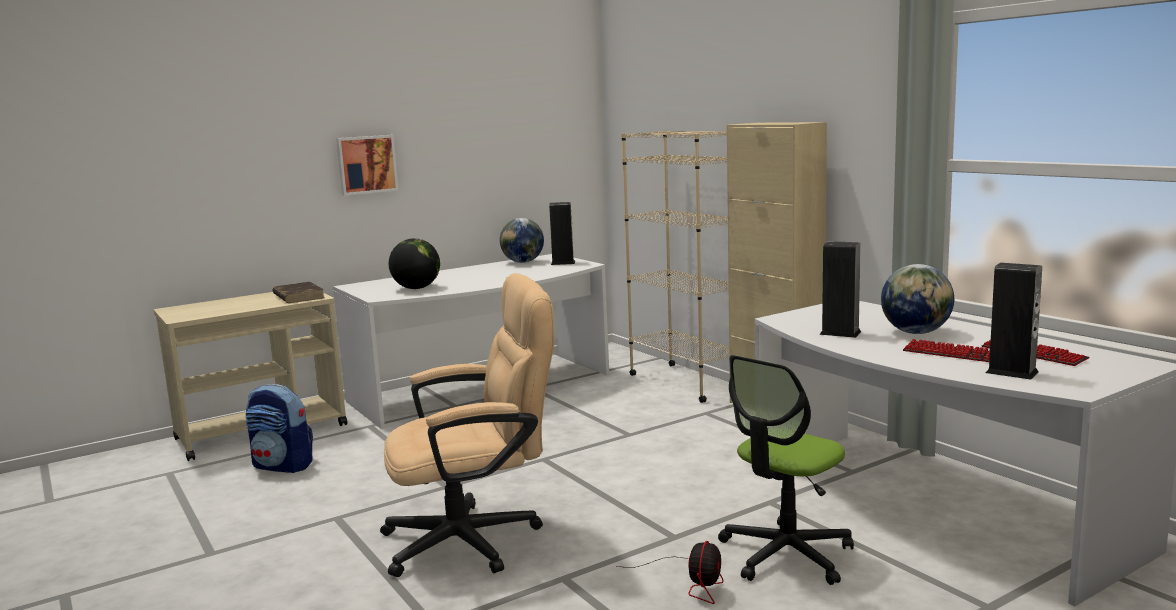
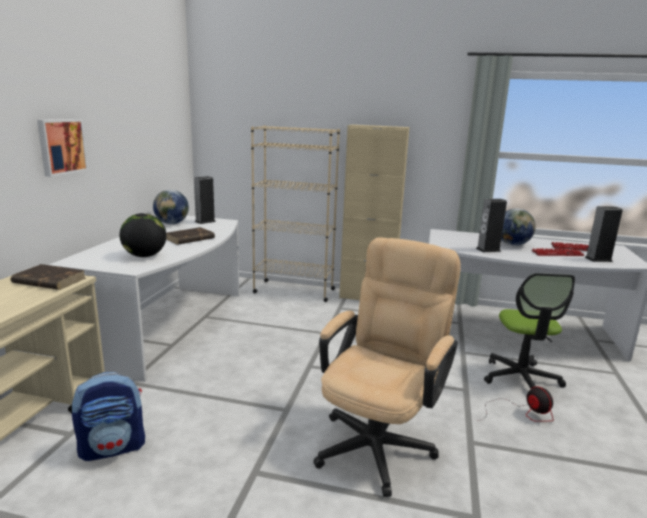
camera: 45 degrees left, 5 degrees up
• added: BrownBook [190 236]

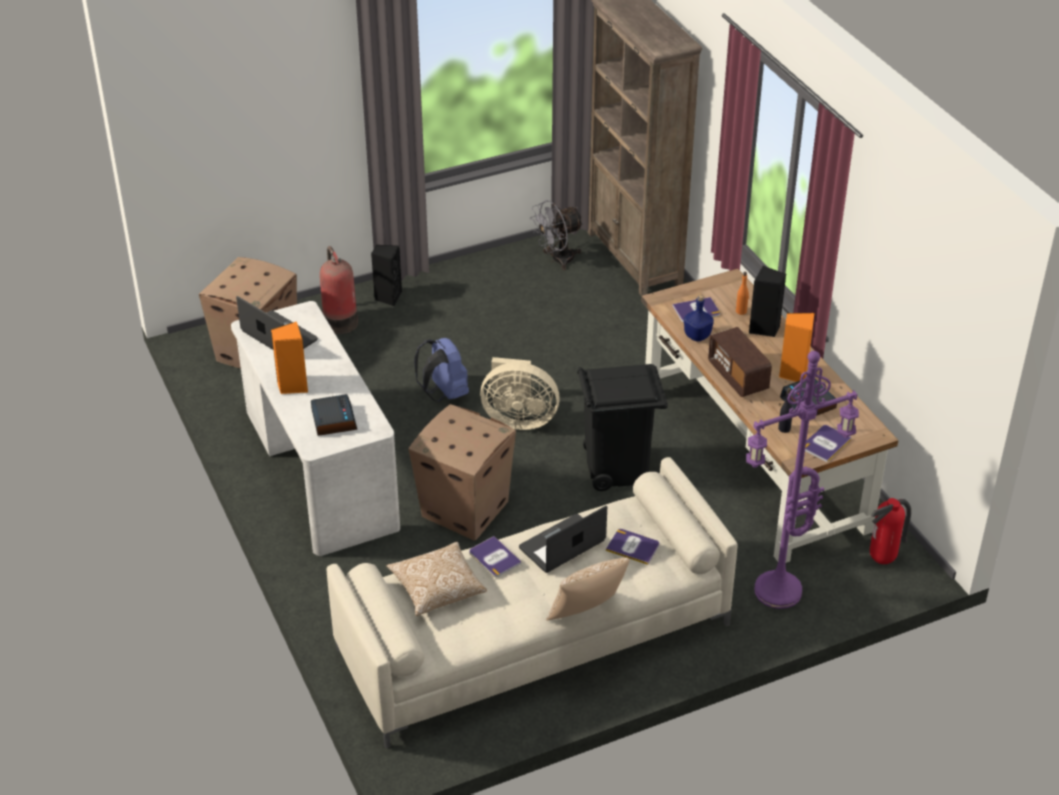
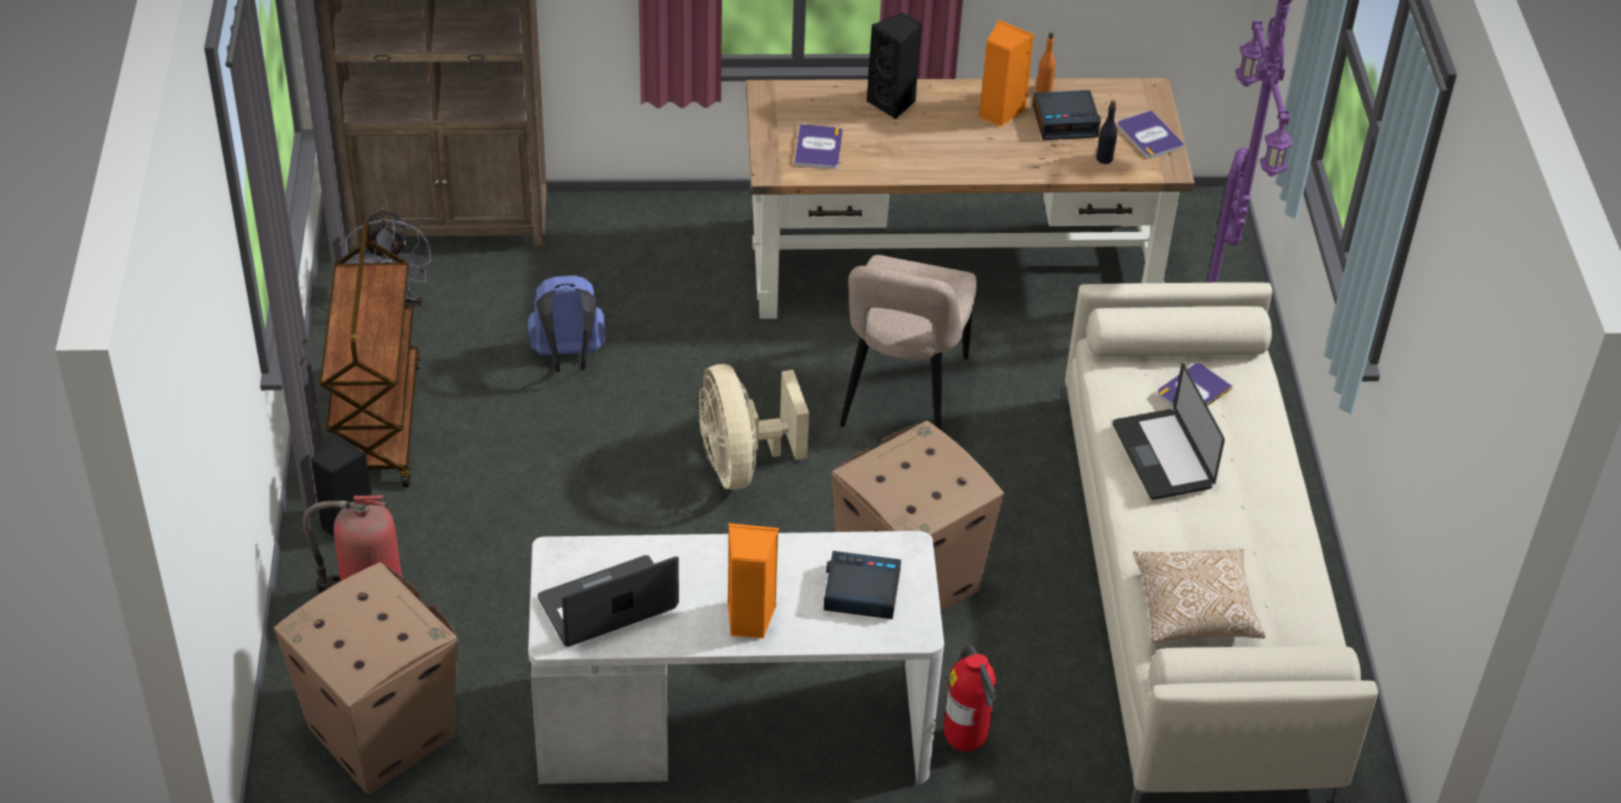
camera: 70 degrees left, 5 degrees up
• moved: OrangeBottle [742 293] to [1046 62]
• removed: BlueBottle [699 318]
• removed: Radio [740 362]
• moved: BlueBackpack [441 370] to [567 323]
• turned: BeigeFan [520 393] = [754 427] 135 degrees clockwise
• replaced: BlackTrashCan [622 427] to BeigeChair [908 342]
• moved: FireExtinguisher [890 531] to [970 698]
• removed: Book [496 556]
• removed: Pillow [588 589]
• added: BrownCart [370 354]

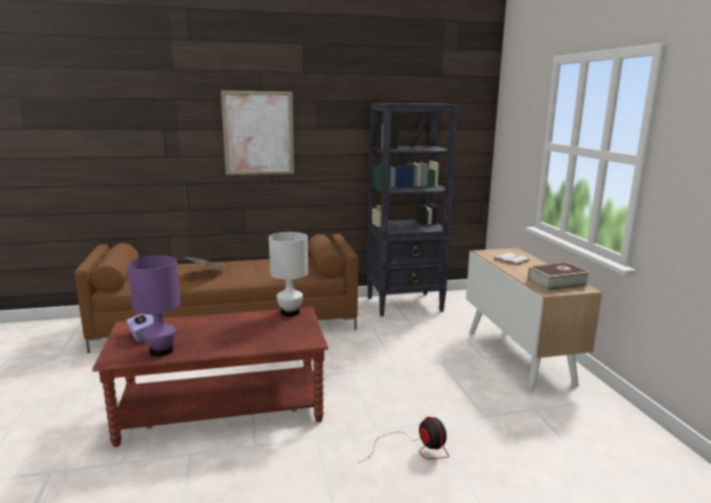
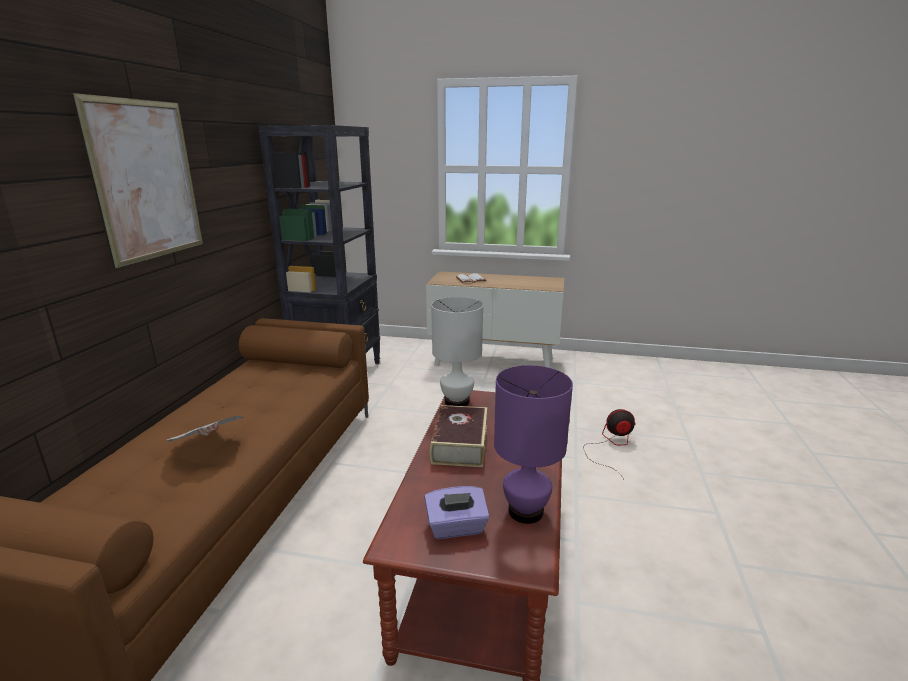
camera: 65 degrees left, 5 degrees up
• moved: Book [559 277] to [458 436]

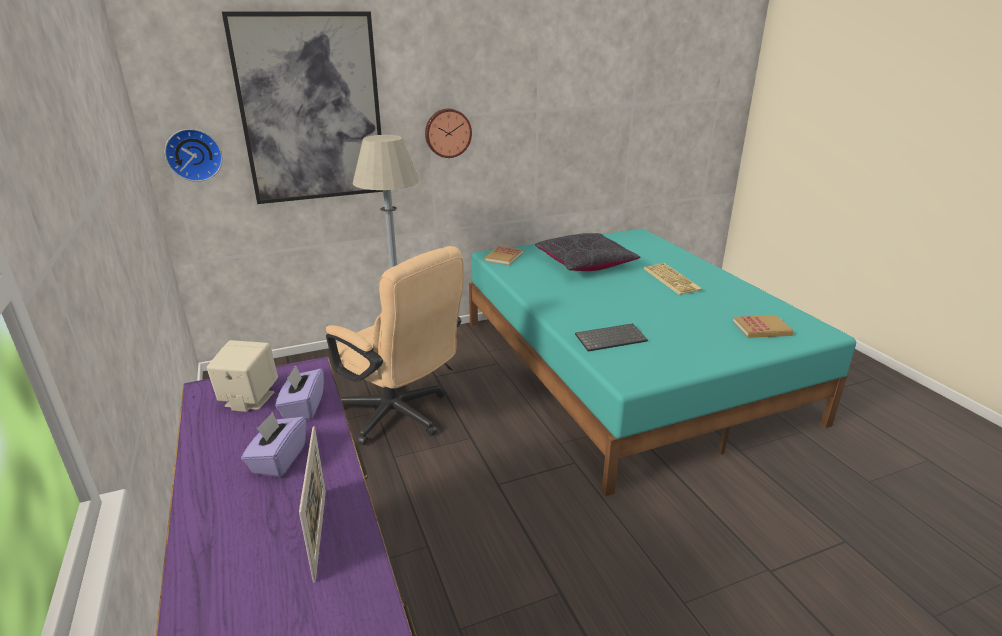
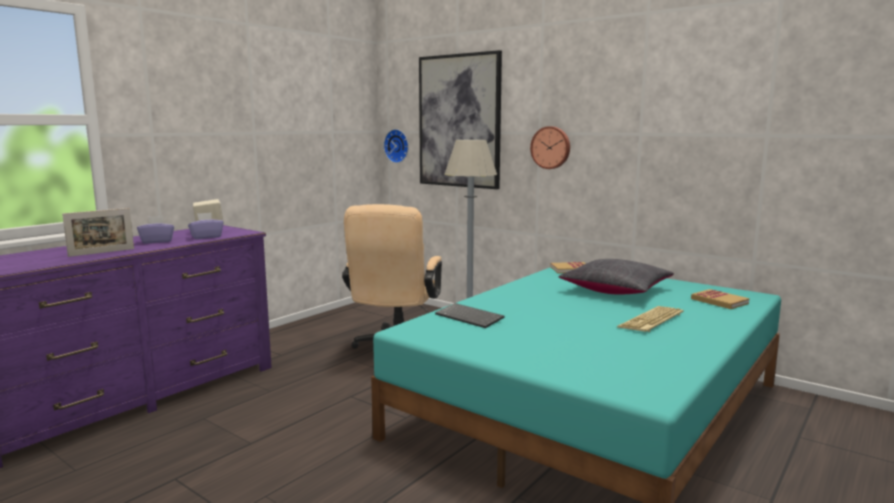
camera: 60 degrees right, 15 degrees down
• moved: Book [763 326] to [720 299]

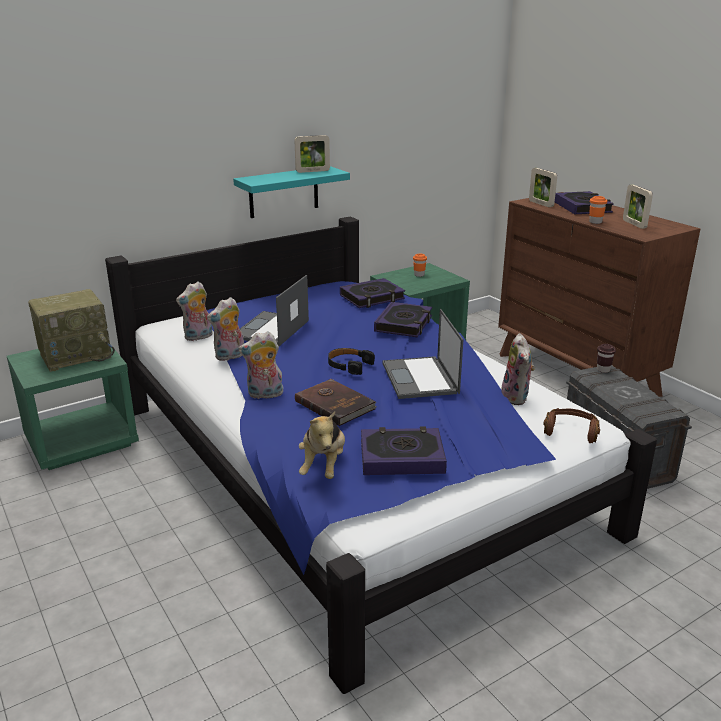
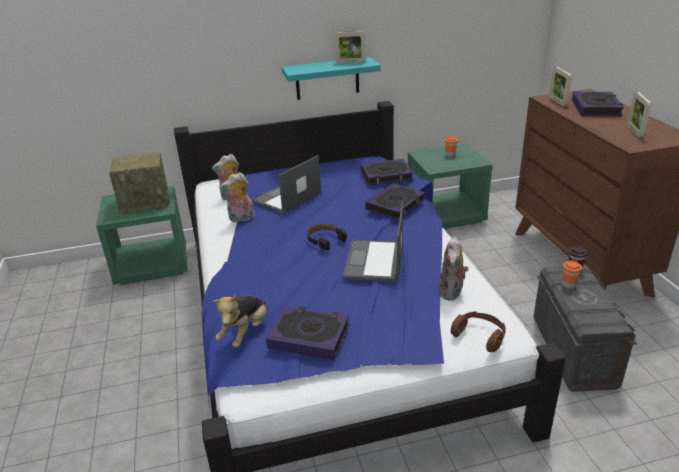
camera: 20 degrees right, 5 degrees up
• moved: OrangeCup [598 210] to [572 274]
• removed: PlushToy [260 365]
• removed: BrownBook [335 402]

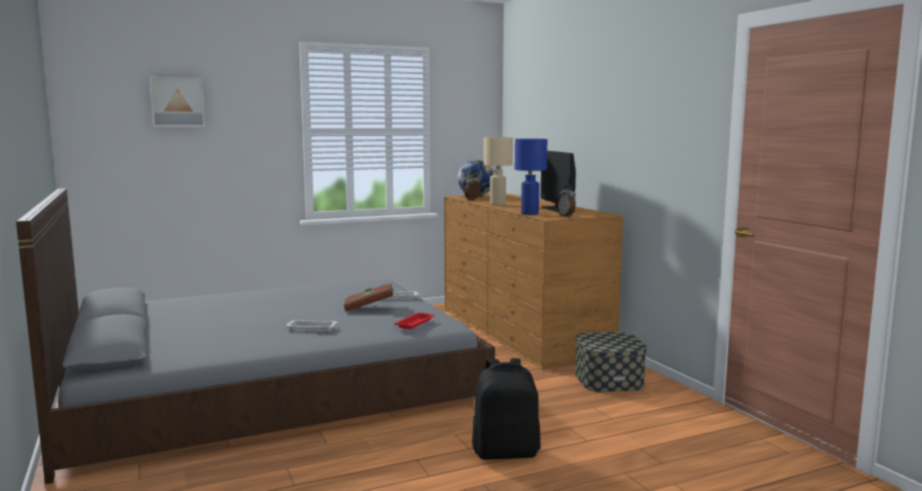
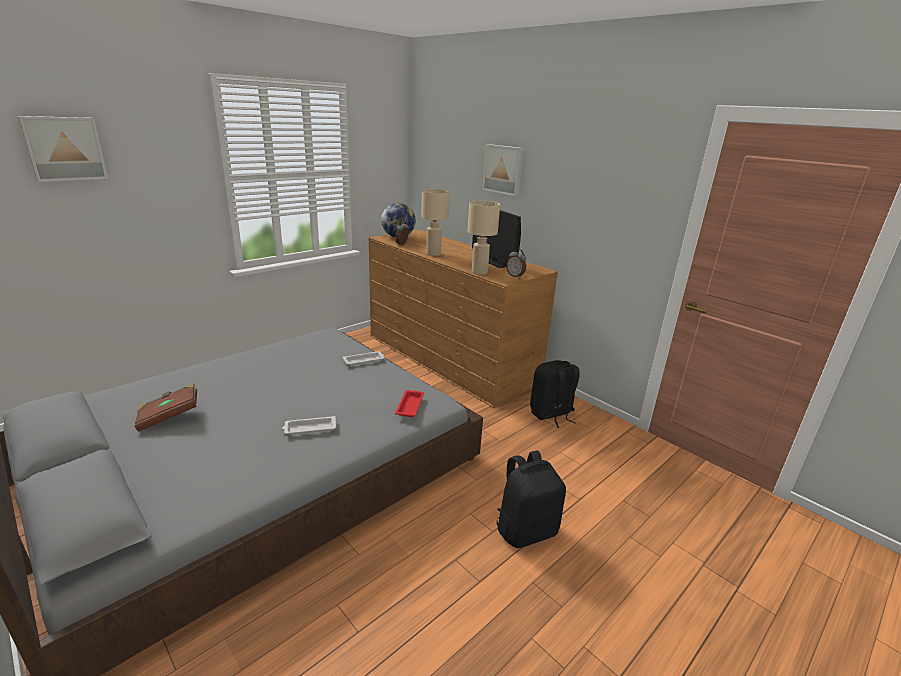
camera: 20 degrees left, 15 degrees up
• recoloured: BlueTableLamp [531 177] to BeigeTableLamp [484 238]
• moved: BrownBook [368 296] to [166 407]
• replaced: StorageBox [611 362] to BlackBackpack [555 394]
• added: Picture [503 170]

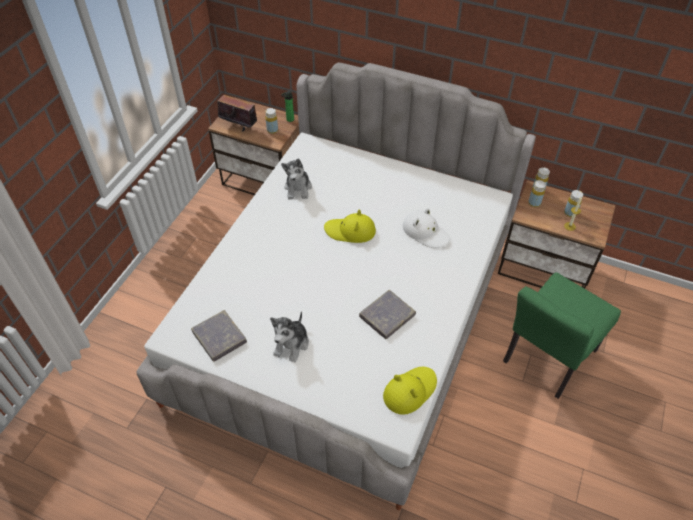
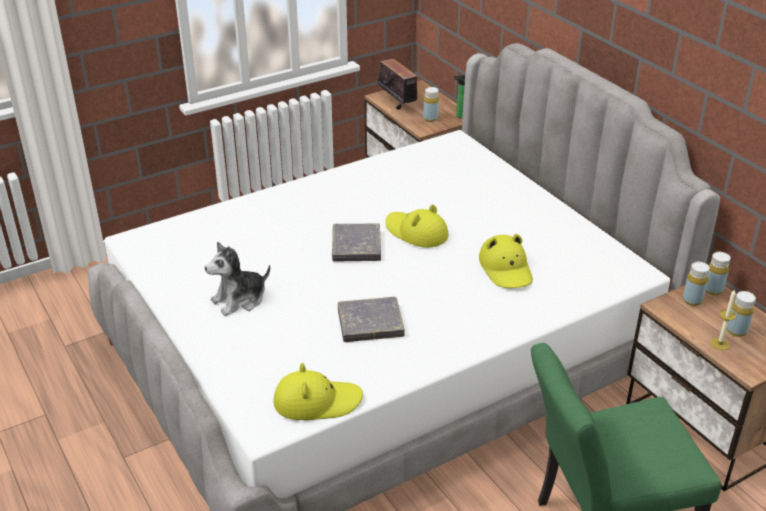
camera: 35 degrees right, 15 degrees down
• removed: PlushToy [296 179]
• recoloured: WhiteHat [426 228] to YellowHat [506 261]
• moved: GreyBook [219 336] to [356 242]

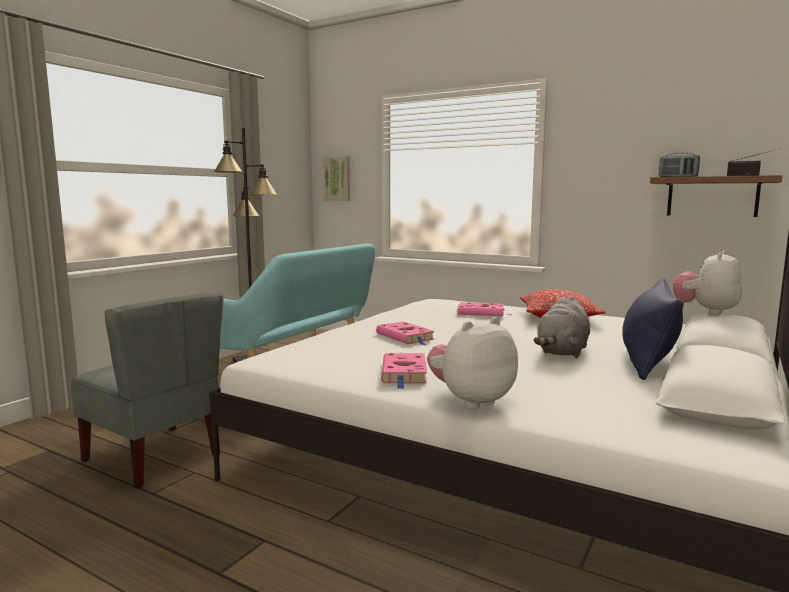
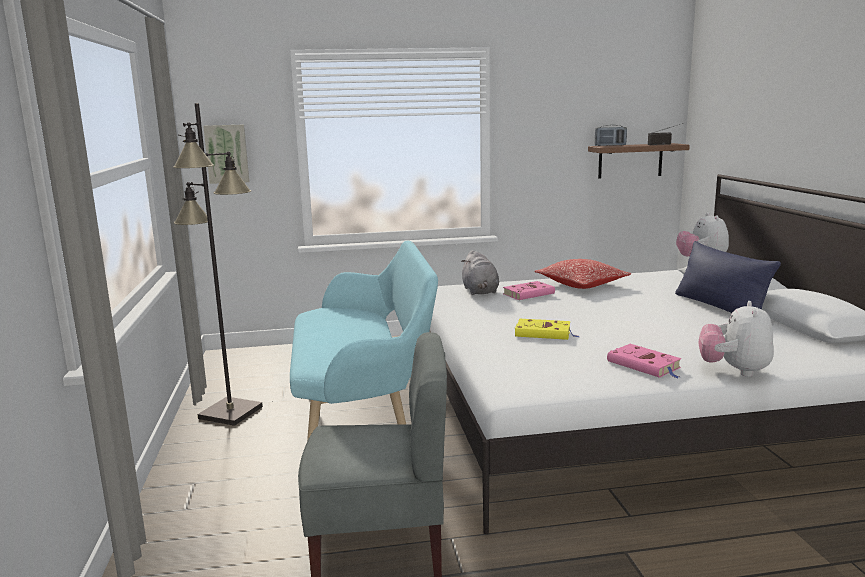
camera: 40 degrees left, 5 degrees up
• moved: GreyPlushToy [561 327] to [480 272]
• recoloured: PinkBook [405 333] to YellowBook [547 329]

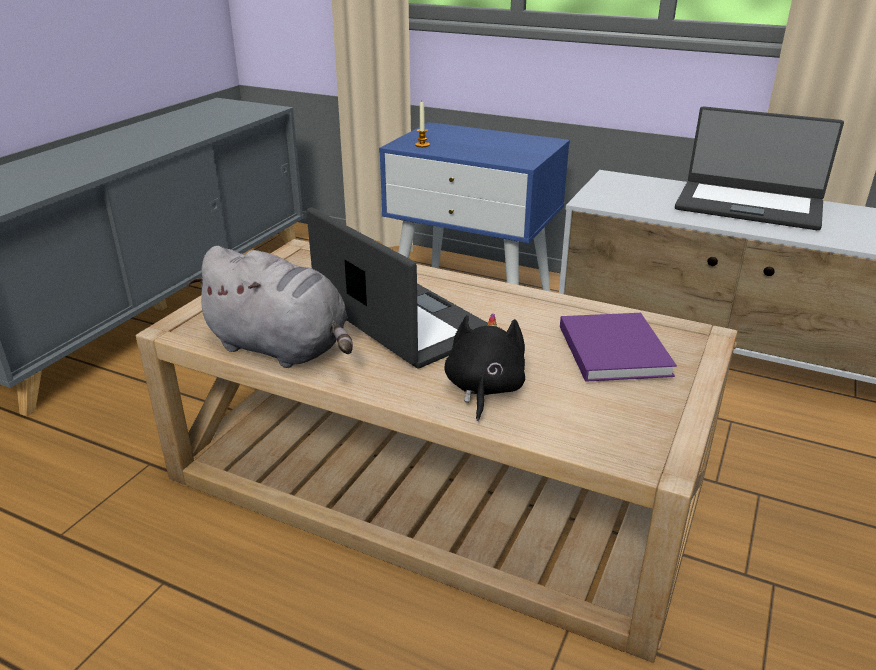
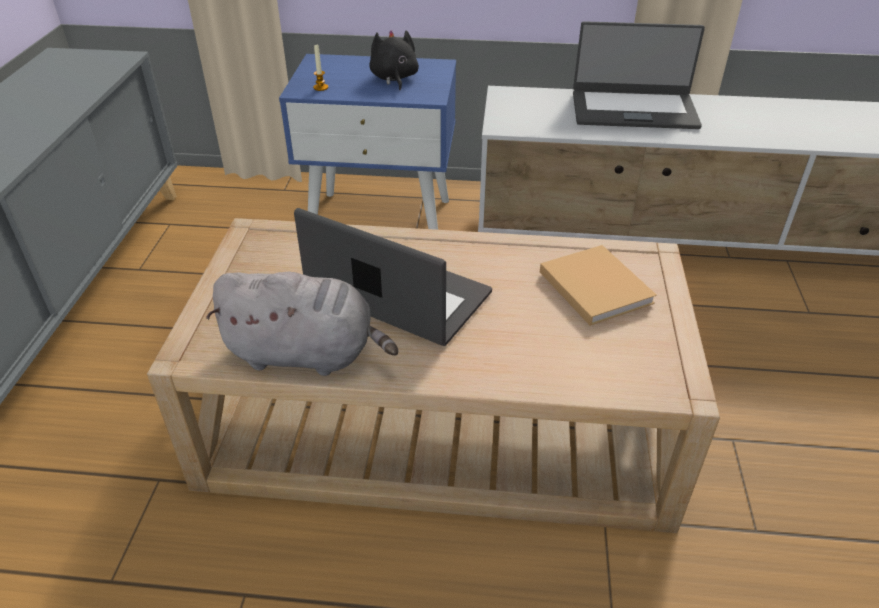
camera: 20 degrees left, 10 degrees up
• moved: BlackPlushToy [485 367] to [394 60]
• recoloured: PurpleBook [618 347] to BeigeBook [598 285]

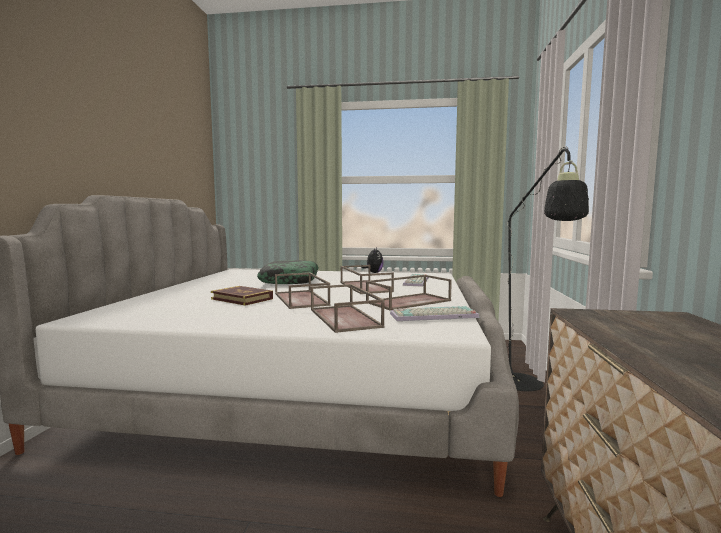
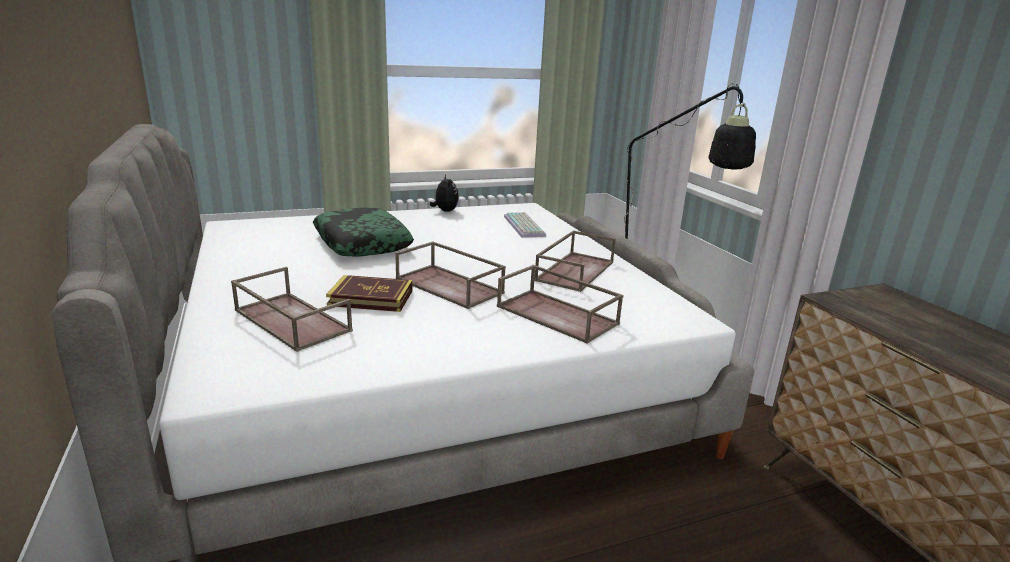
camera: 30 degrees left, 15 degrees up
• moved: BrownTray [367 279] to [292 309]
• removed: Keyboard [435 313]

